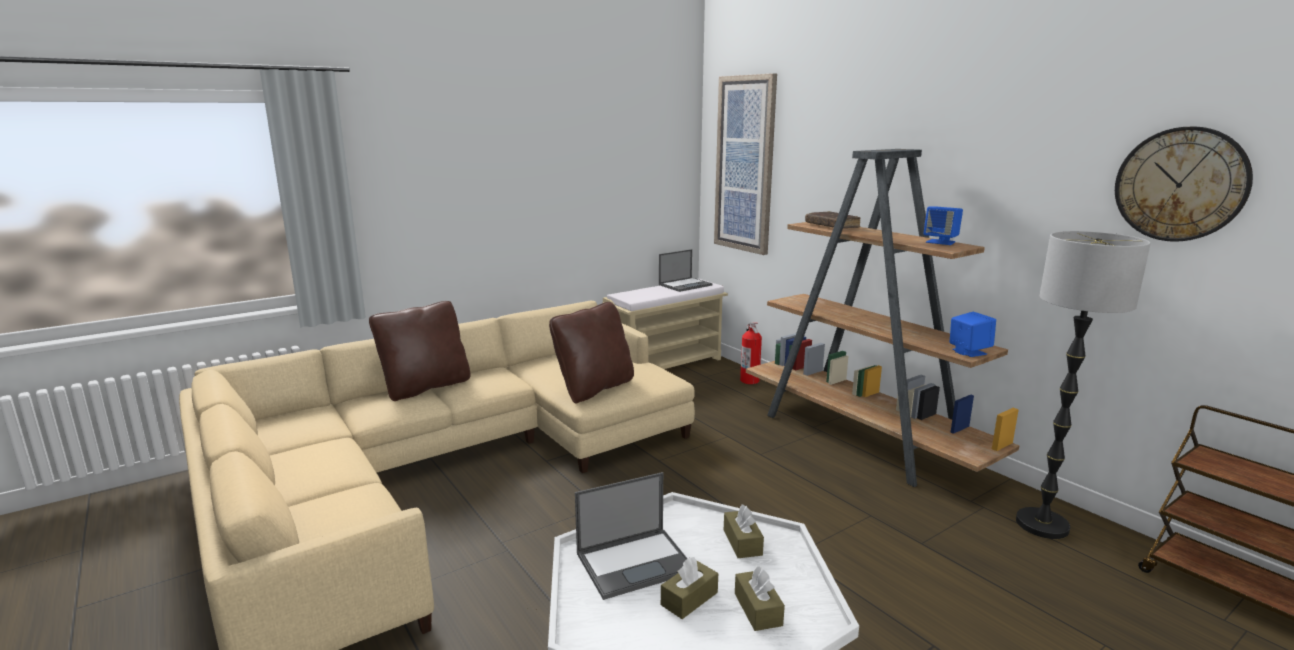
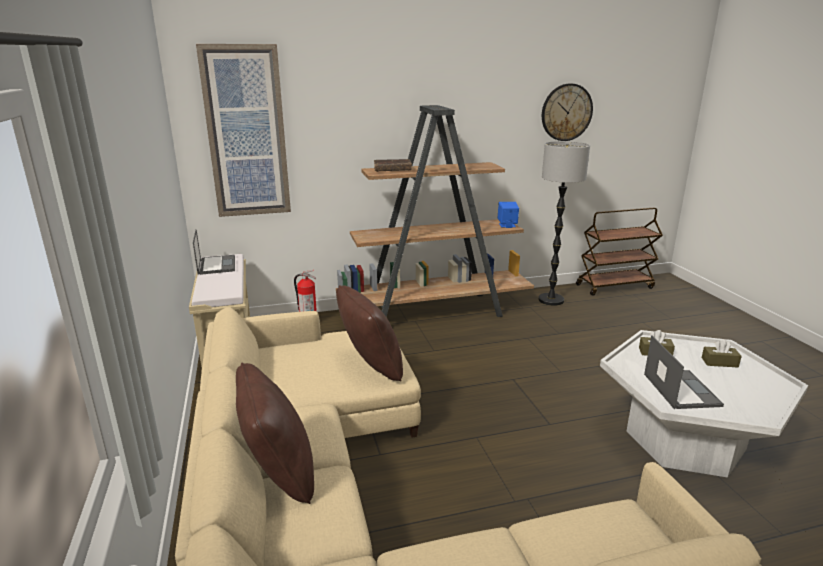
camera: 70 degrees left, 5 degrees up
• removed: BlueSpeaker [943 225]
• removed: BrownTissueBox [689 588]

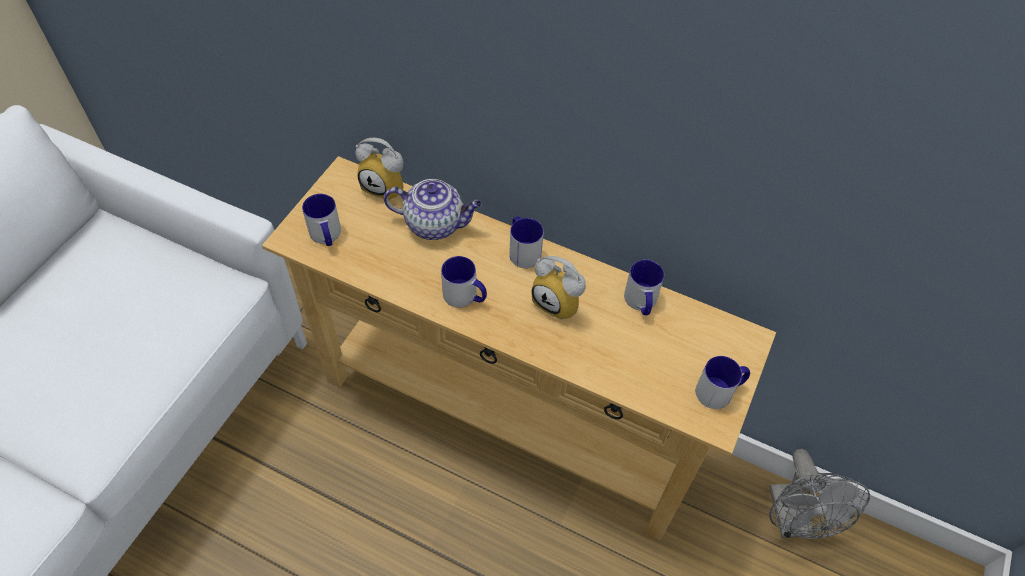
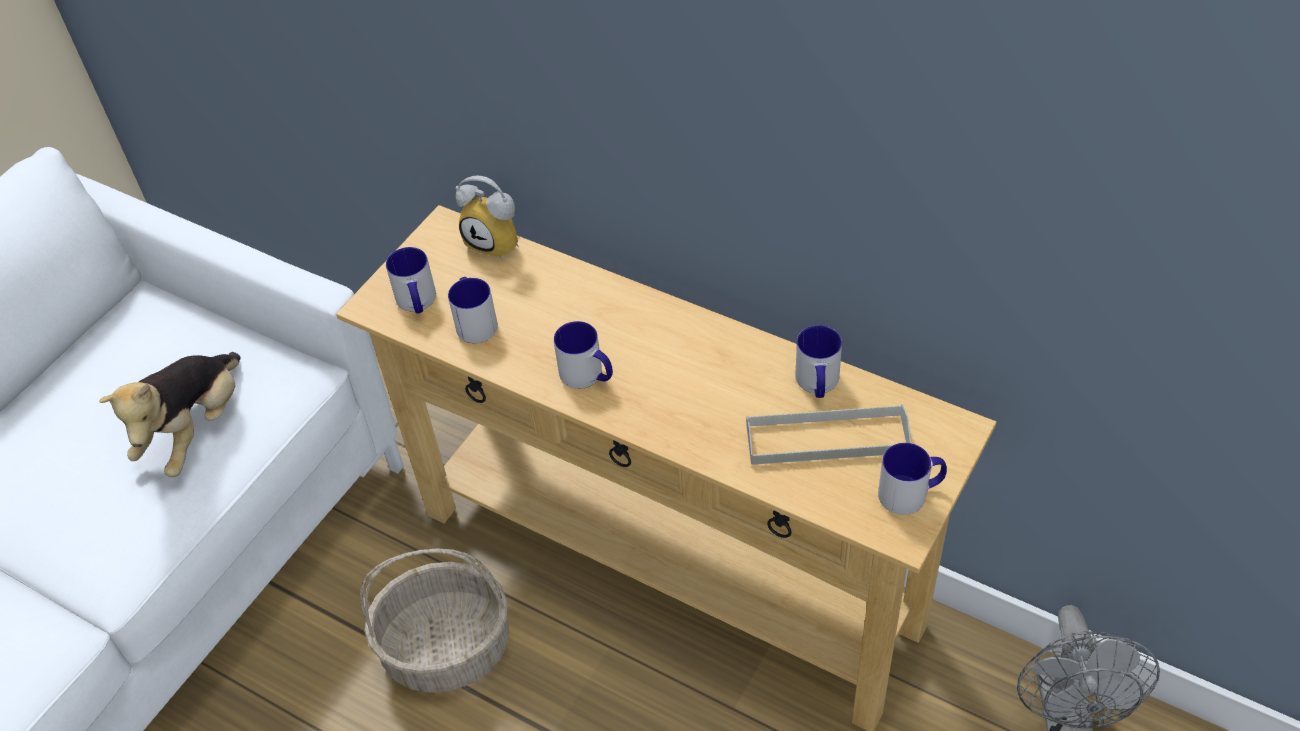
camera: 10 degrees right, 5 degrees down
• removed: Teapot [433 209]
• moved: Mug [526 242] to [473 310]
• removed: AlarmClock [559 288]
• added: PlushToy [169 414]
• added: GreyTray [828 434]
• added: Basket [434 620]

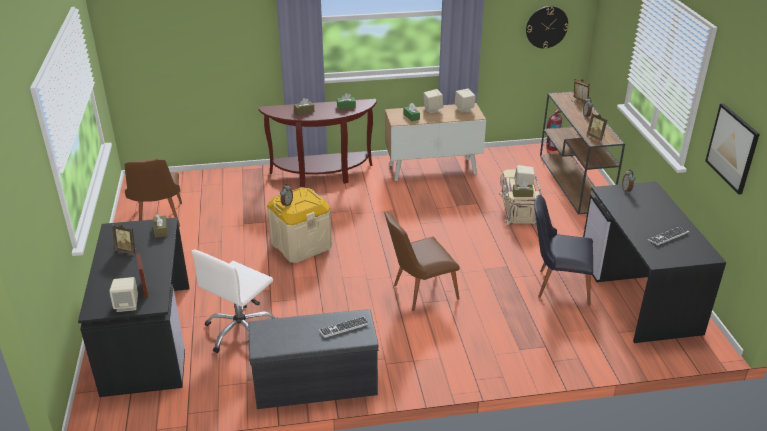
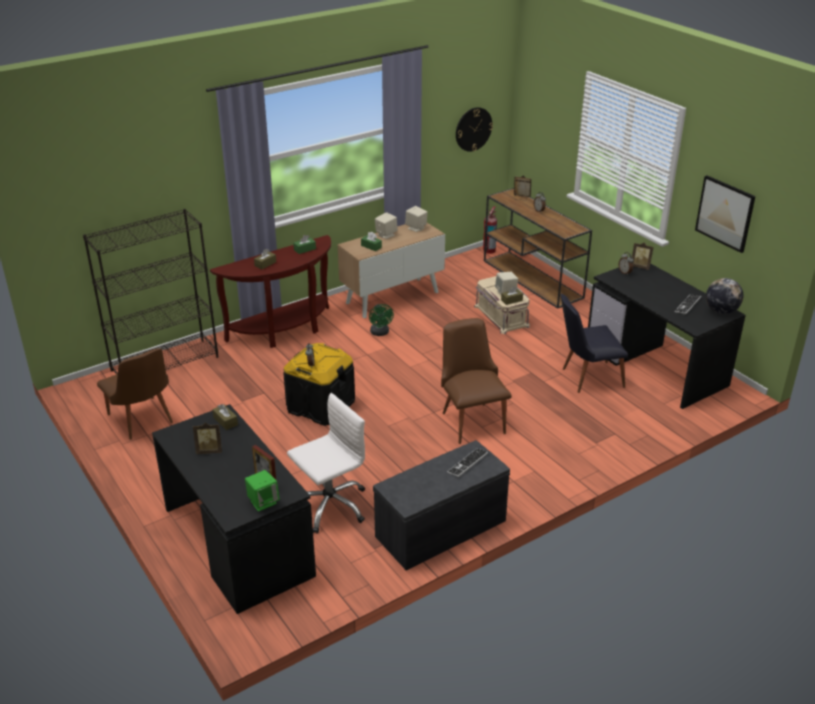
camera: 25 degrees left, 0 degrees up
• moved: PictureFrame [597 127] to [642 256]
• recoloured: BeigeStorageBox [299 225] to BlackStorageBox [319 384]
• turned: BrownChair [422 261] = [476 381] 120 degrees clockwise
• turned: WhiteOfficeChair [234 301] = [326 463] 135 degrees counterclockwise
• recoloured: BeigeSpeaker [123 294] to GreenSpeaker [262 491]
• added: BlackBookcase [150 291]
• added: Globe [725 296]
• added: GreenFan [381 320]

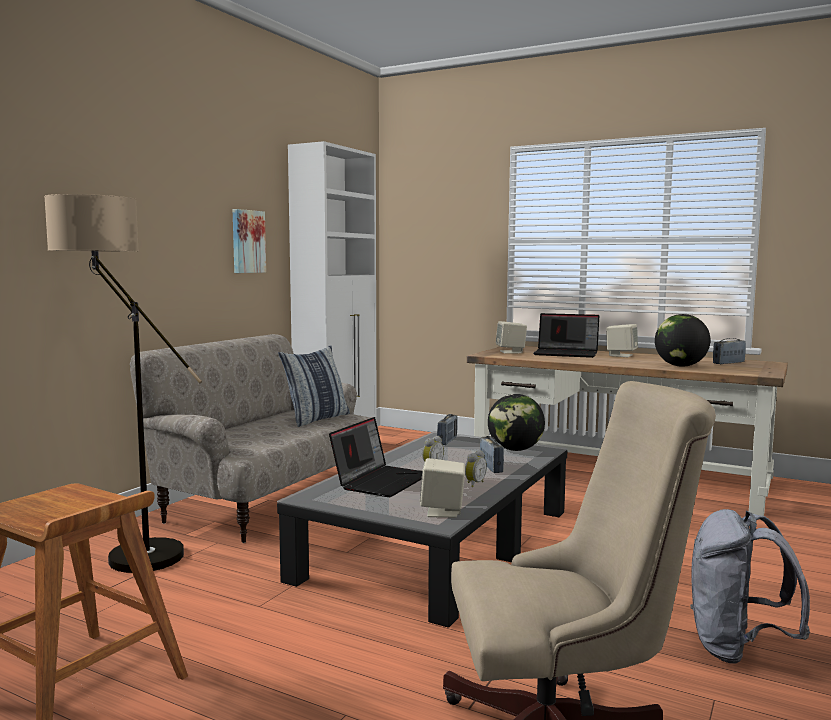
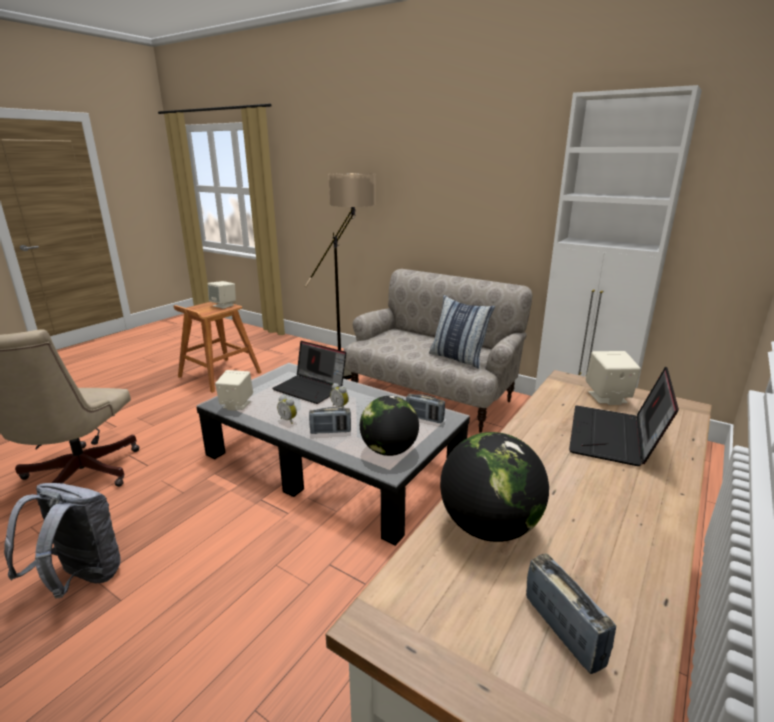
camera: 95 degrees right, 15 degrees up
• removed: Picture [249 241]
• moved: BeigeSpeaker [622 340] to [222 295]

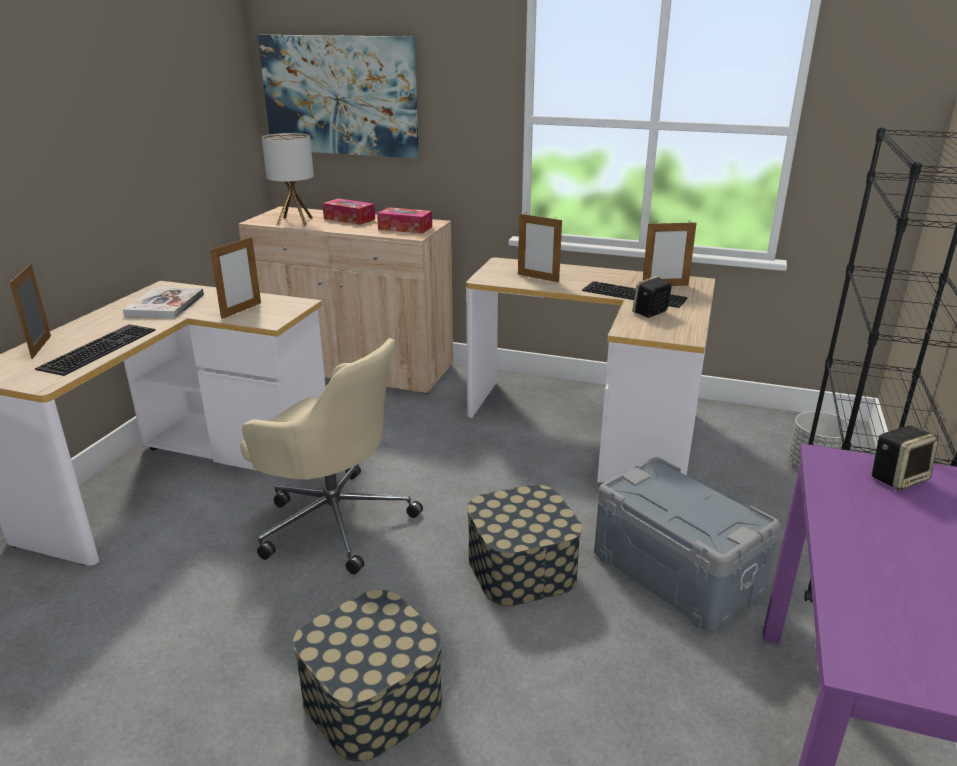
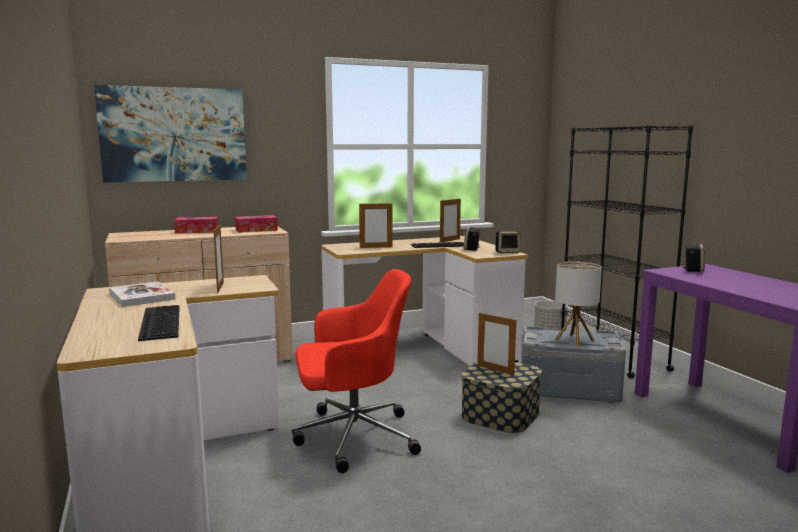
camera: 40 degrees left, 15 degrees down
• moved: TableLamp [287 179] to [578 304]
• moved: PictureFrame [30 311] to [496 343]
• recoloured: BeigeOfficeChair [331 456] to RedOfficeChair [356 371]
• removed: StorageBox [367 676]
• added: Speaker [508 242]

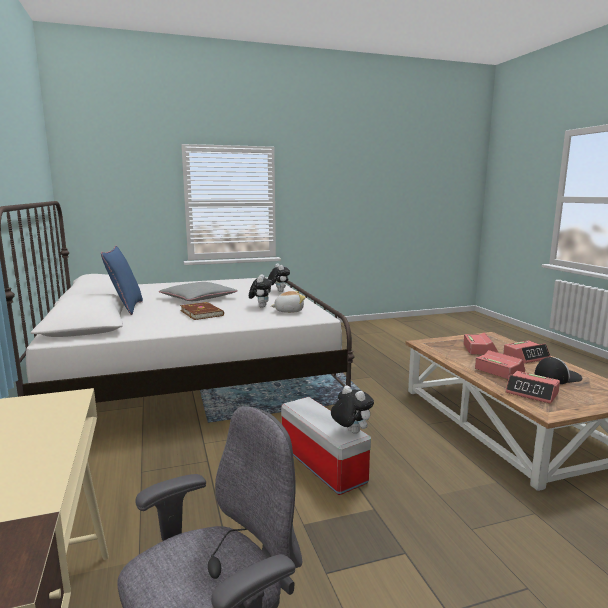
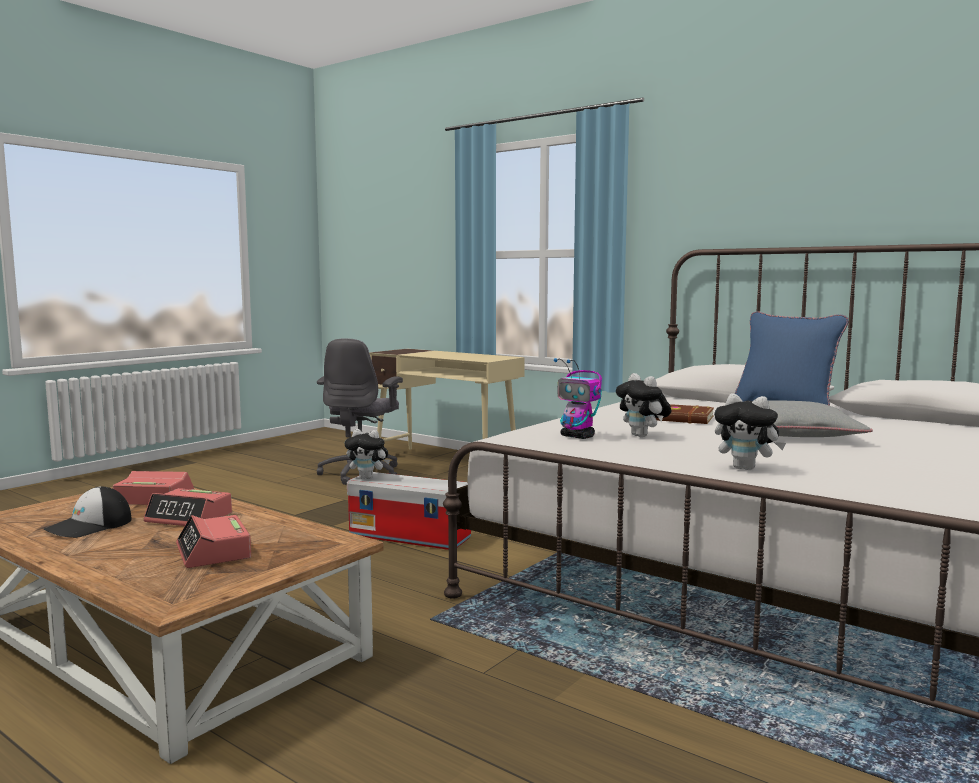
camera: 145 degrees right, 5 degrees down
• replaced: PlushToy [288 302] to ToyRobot [578 398]
• removed: AlarmClock [527 352]

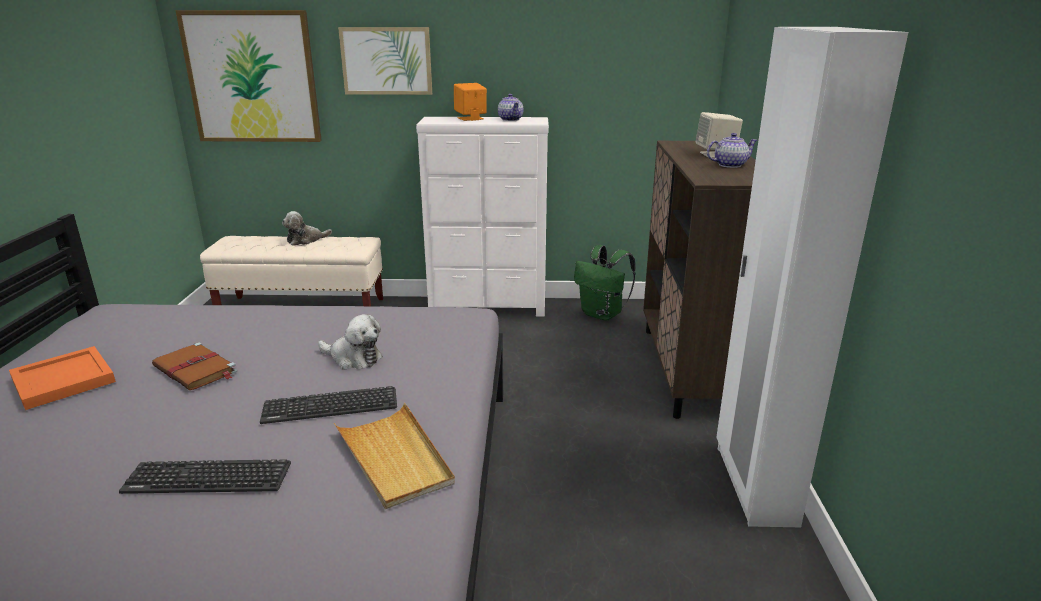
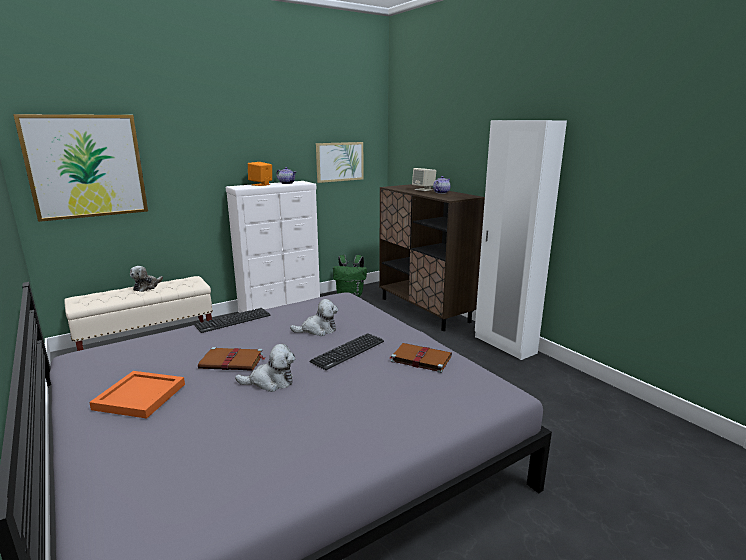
camera: 35 degrees left, 5 degrees down
• moved: Picture [385 61] to [340 162]
• replaced: BeigeTray [394 456] to BrownBook [421 358]
• moved: Keyboard [205 476] to [233 320]
• added: PlushToy [265 368]

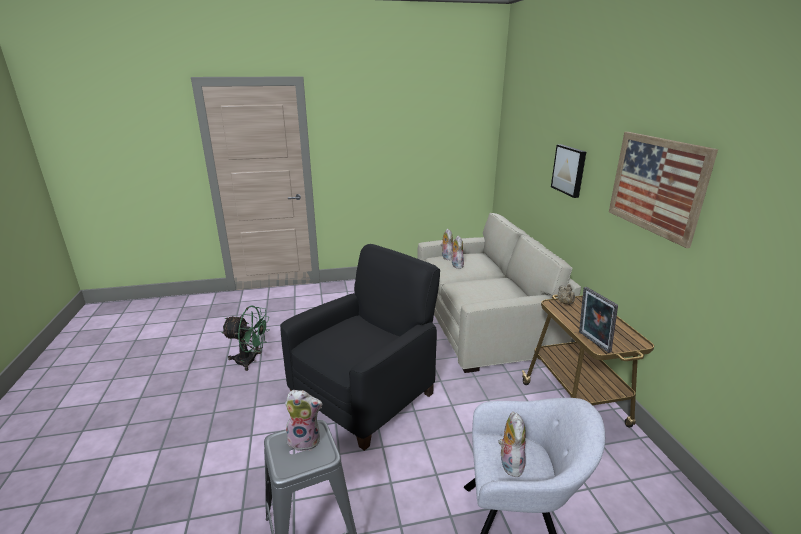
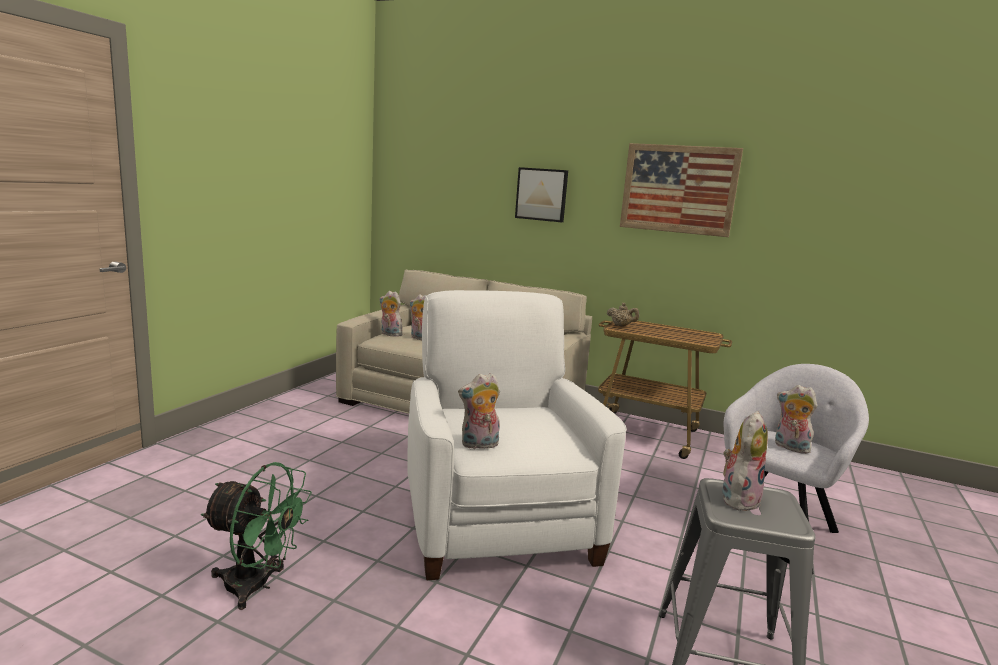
camera: 55 degrees left, 10 degrees down
• recoloured: BlackArmchair [360 347] to WhiteArmchair [517 435]
• removed: PictureFrame [598 320]
• turned: GreenFan [245 338] = [256 536] 60 degrees clockwise
• added: PlushToy [479 411]

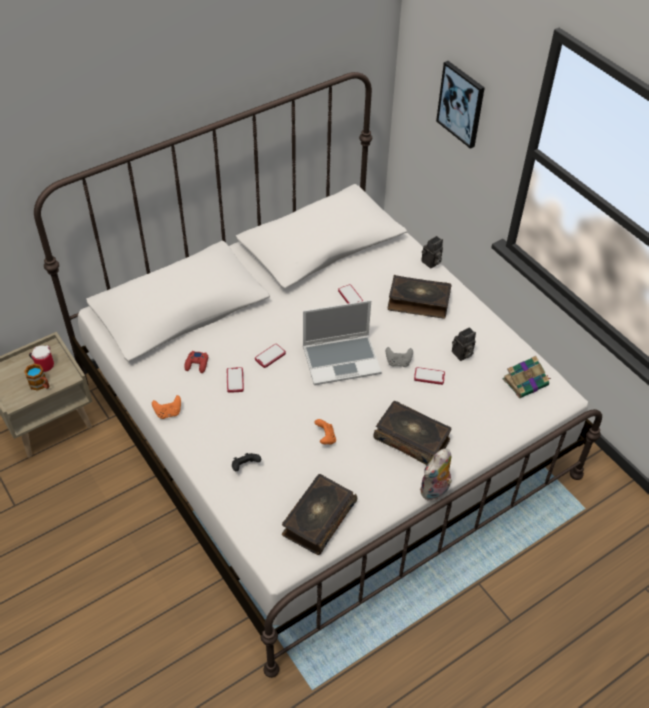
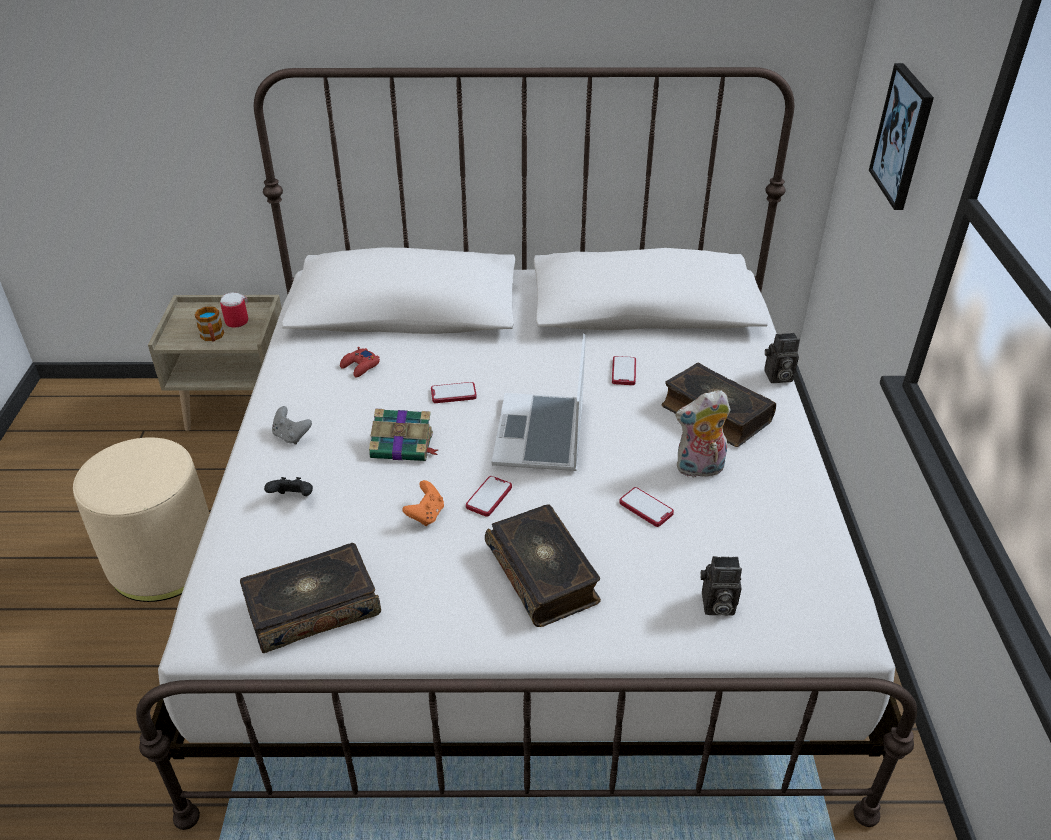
camera: 35 degrees right, 10 degrees down
• turned: Laptop [342 342] = [539 402] 75 degrees clockwise
• moved: PhotoCamera [464 344] to [721 586]
• moved: GreyGameController [399 357] to [292 425]
• moved: Book [526 377] to [403 435]
• moved: Phone [235 380] to [489 496]
• removed: OrangeGameController [166 407]
• moved: PlushToy [436 474] to [703 434]
• added: BeigeOttoman [141 519]

